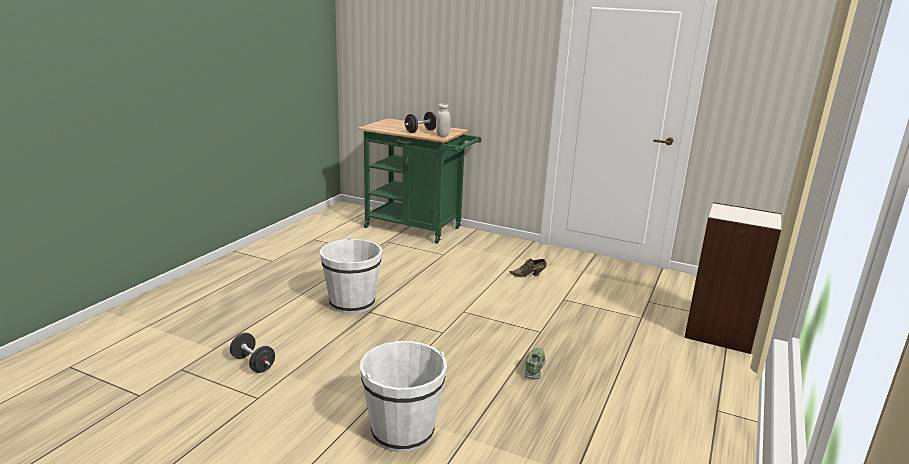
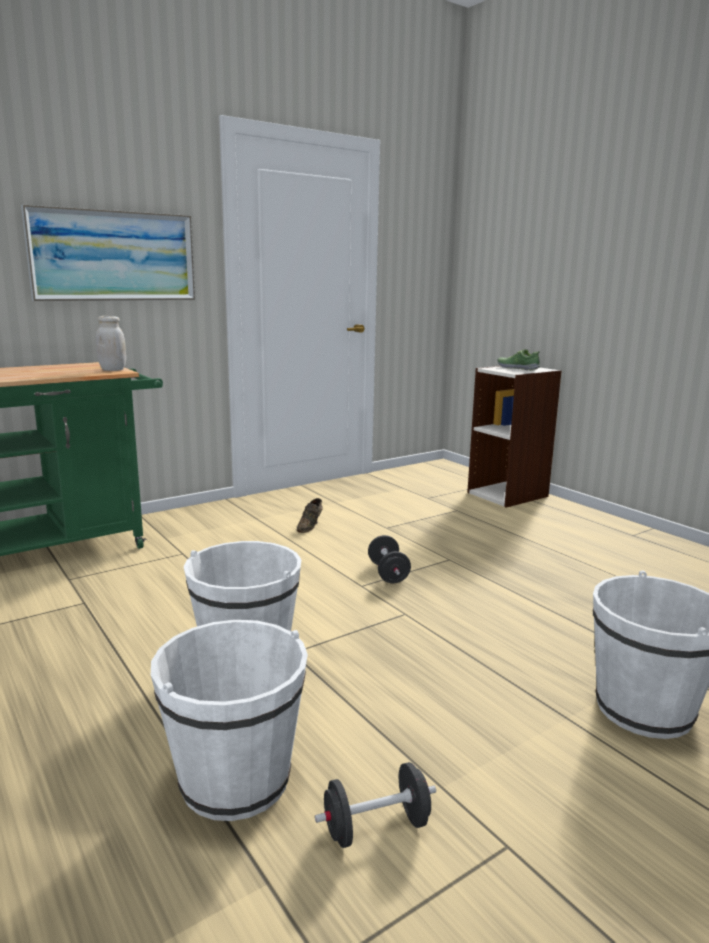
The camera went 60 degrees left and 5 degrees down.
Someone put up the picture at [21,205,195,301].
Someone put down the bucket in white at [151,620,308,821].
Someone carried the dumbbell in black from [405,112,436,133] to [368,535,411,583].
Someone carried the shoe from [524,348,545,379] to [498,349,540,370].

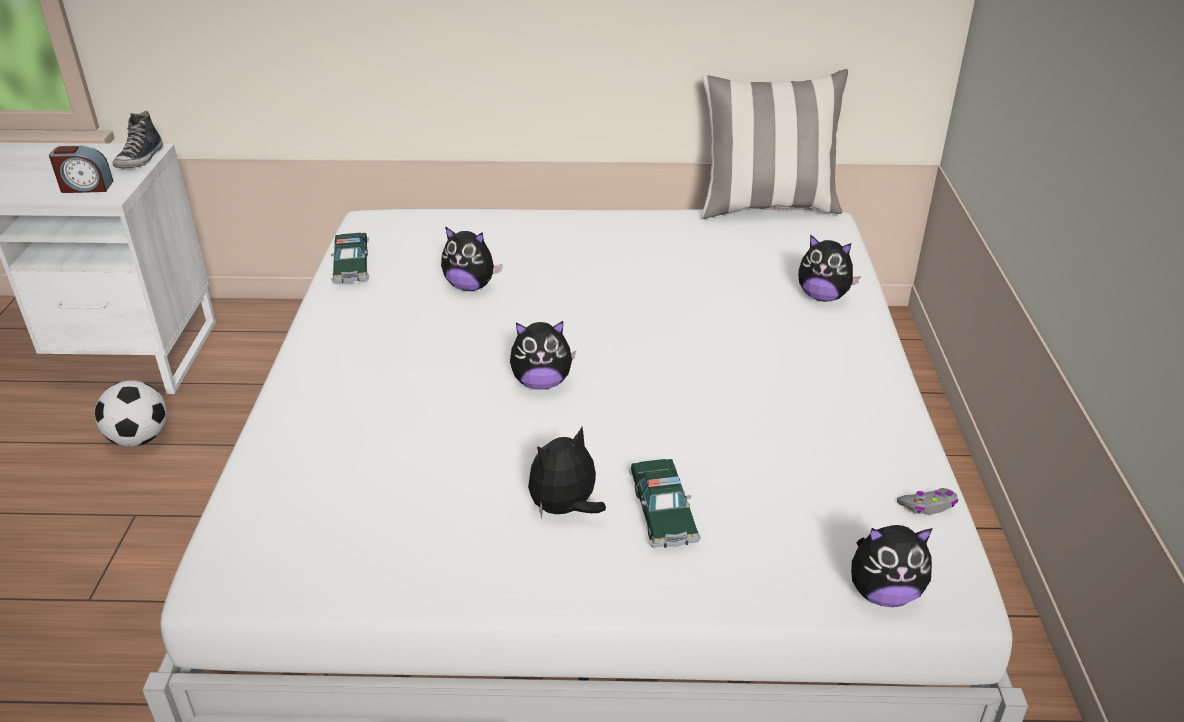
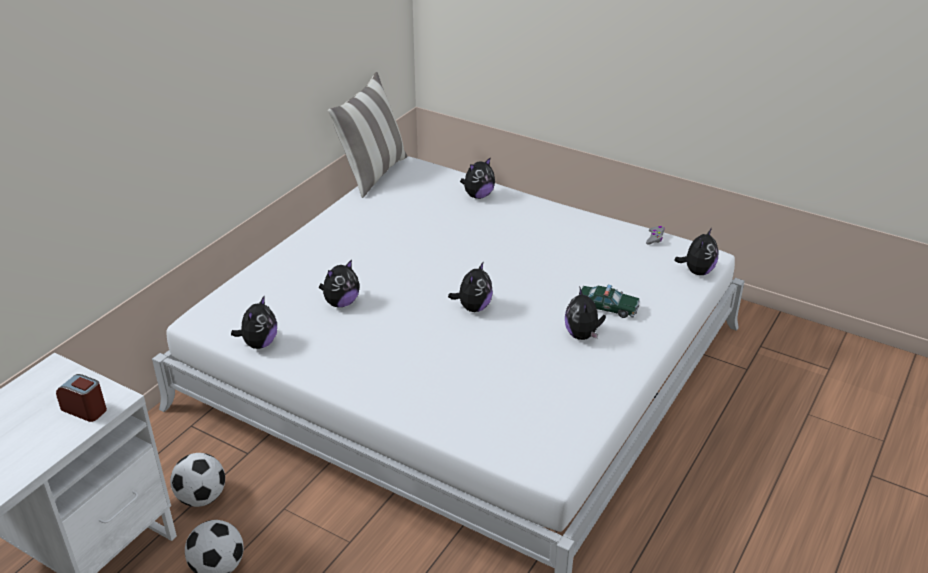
The camera went 60 degrees left and 0 degrees up.
Someone took away the shoe at [113,111,163,168].
Someone put down the football at [170,453,225,507].
Someone swapped the toy car at [331,233,369,283] for the plush toy at [231,295,277,349].
Someone rotated the alarm clock at [49,146,113,193] by 90 degrees counterclockwise.

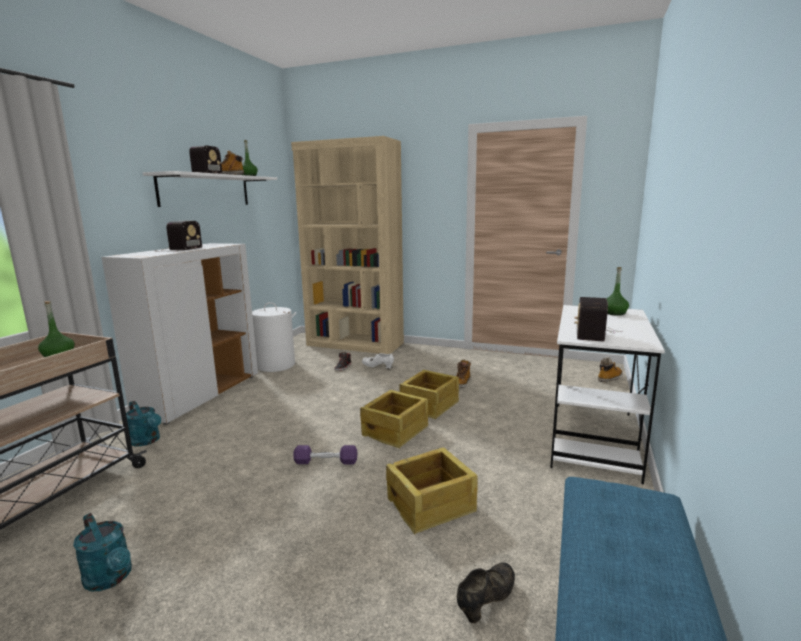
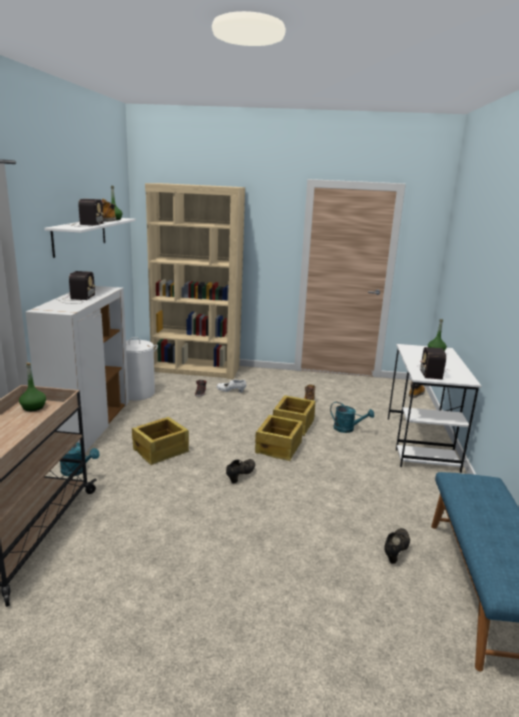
The camera went 15 degrees left and 5 degrees up.
Someone carried the watering can in turquoise from [73,513,132,591] to [330,402,374,433].
Someone carried the crate from [386,447,478,535] to [132,417,189,465].
Someone swapped the dumbbell in purple at [293,445,357,464] for the shoe in black at [226,459,255,483].

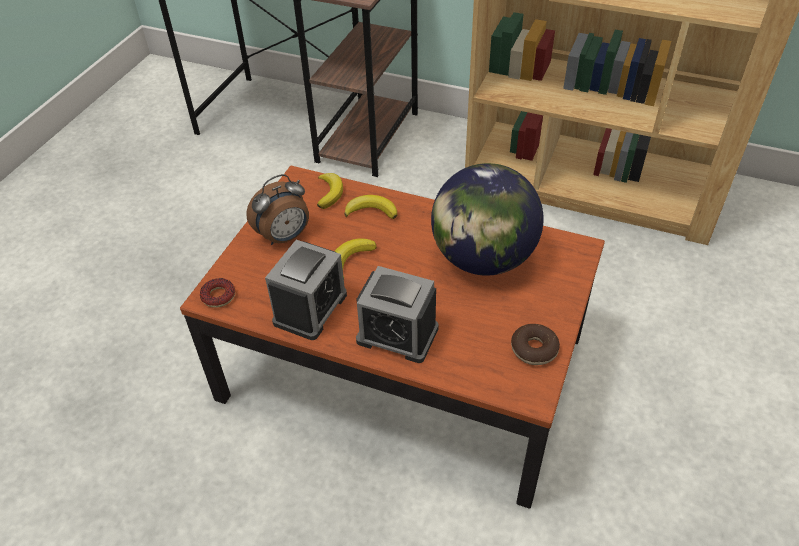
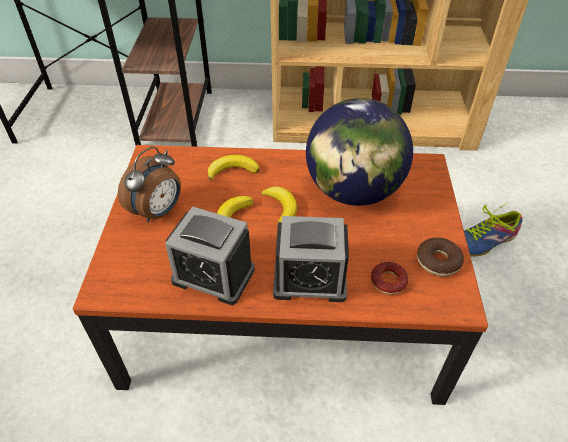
The camera went 20 degrees left and 0 degrees up.
Someone put down the shoe at [464,202,522,257].
Someone carried the donut from [200,278,235,308] to [371,262,408,294].
Someone carried the banana from [317,173,343,209] to [261,187,297,222].
Someone rotated the alarm clock at [265,240,347,340] by 105 degrees clockwise.

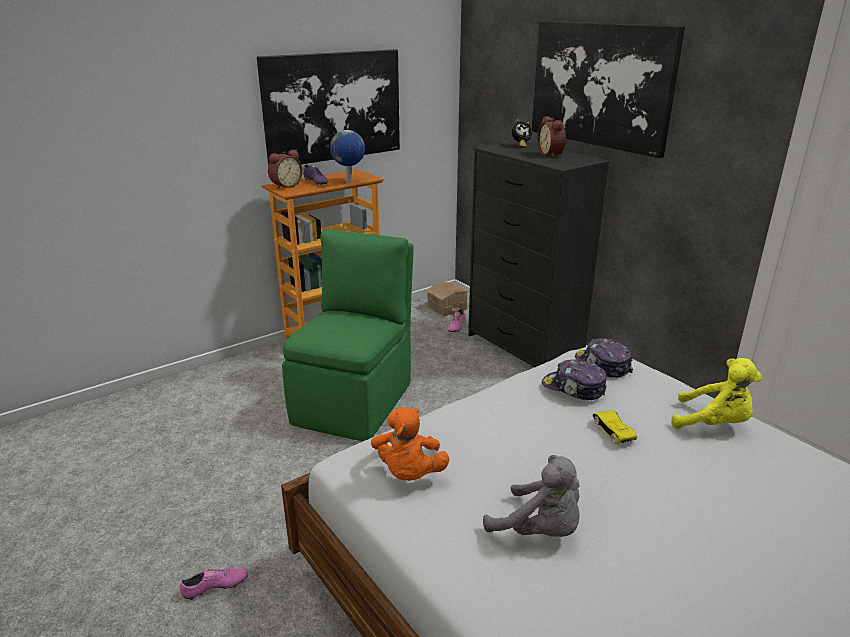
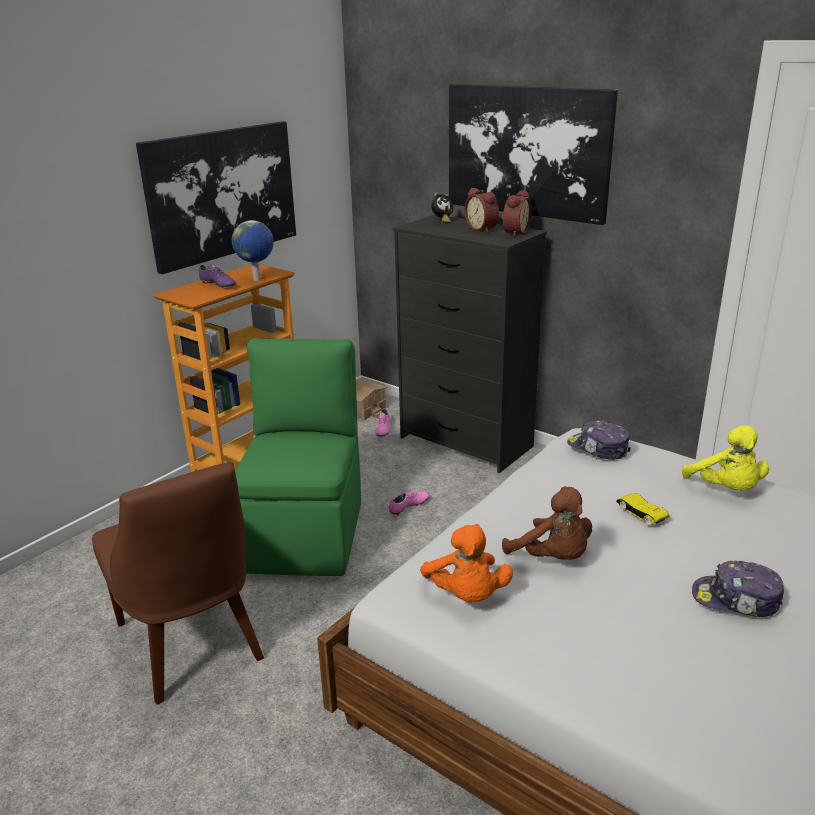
The camera went 15 degrees left and 0 degrees up.
Someone took away the plush toy in grey at [483,455,580,537].
Someone put down the chair in brown at [92,462,264,705].
Someone put down the plush toy in brown at [502,486,592,560].
Someone carried the shoe in pink from [180,568,248,600] to [389,491,429,515].
Someone carried the alarm clock from [268,150,303,189] to [502,190,532,237].
Someone carried the cap from [542,359,607,400] to [692,561,784,617].
Someone rotated the plush toy in yellow at [671,358,762,429] by 60 degrees clockwise.

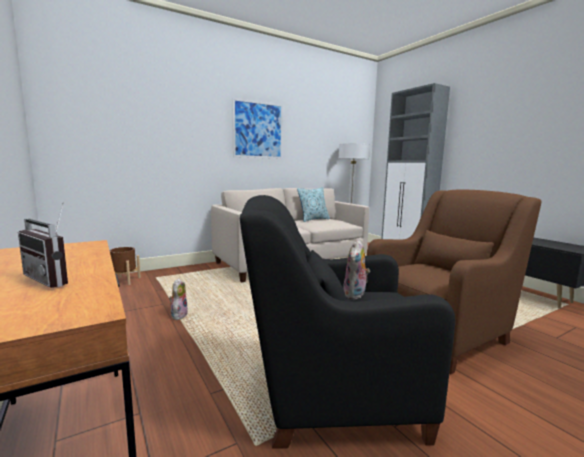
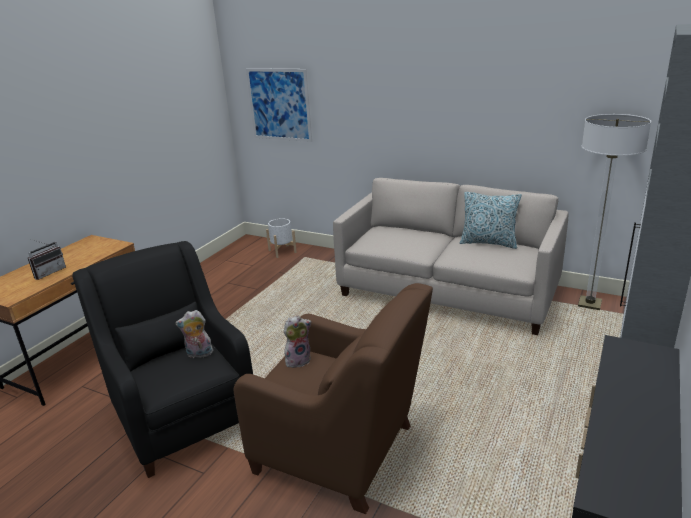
The camera went 60 degrees right and 15 degrees up.
Someone carried the plush toy from [169,278,188,320] to [283,315,311,368].
Someone carried the picture from [232,98,283,159] to [246,68,312,142].
Someone repainted the planter in brown at [109,247,141,285], which became the planter in white at [266,218,297,258].
Someone rotated the radio at [18,203,68,288] by 150 degrees counterclockwise.

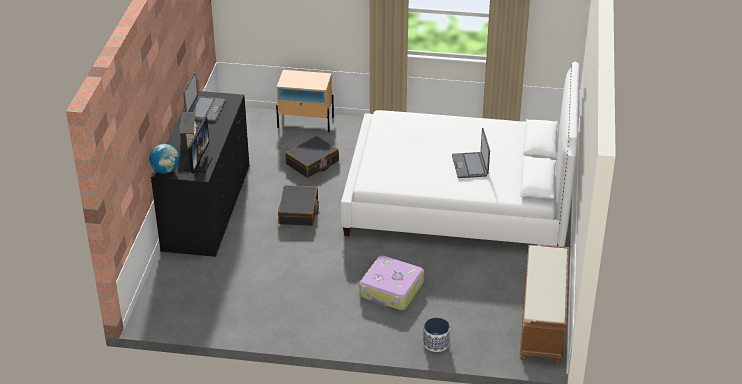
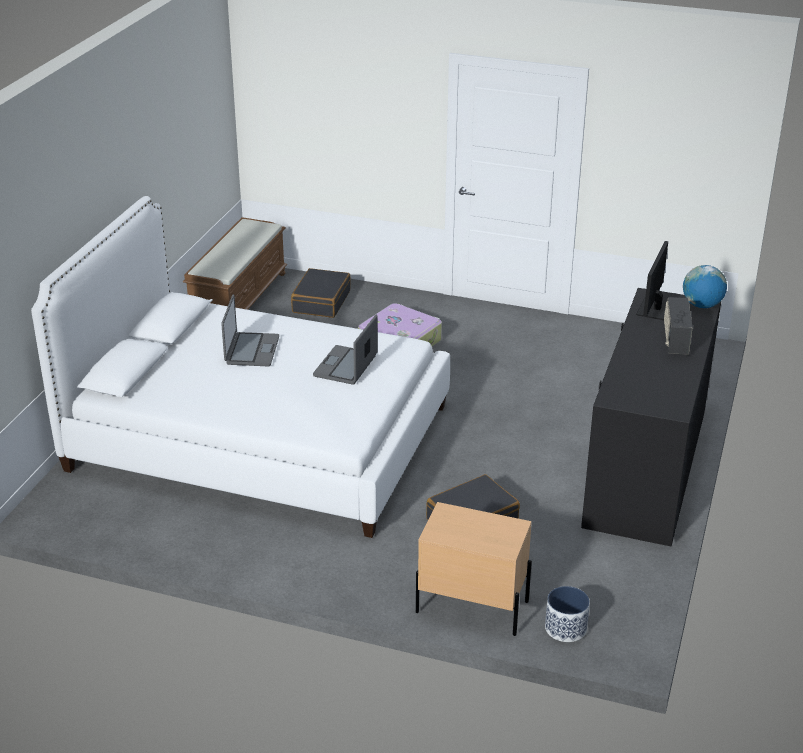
The camera went 170 degrees left and 5 degrees down.
Someone carried the laptop from [183,72,226,122] to [313,315,378,385].
Someone carried the suitcase in black from [278,185,319,226] to [291,268,351,318].
Someone carried the planter from [423,318,450,352] to [545,586,590,642].

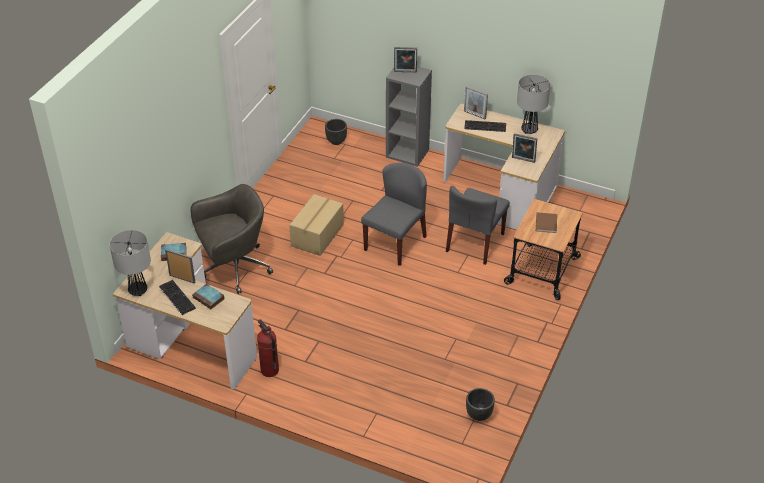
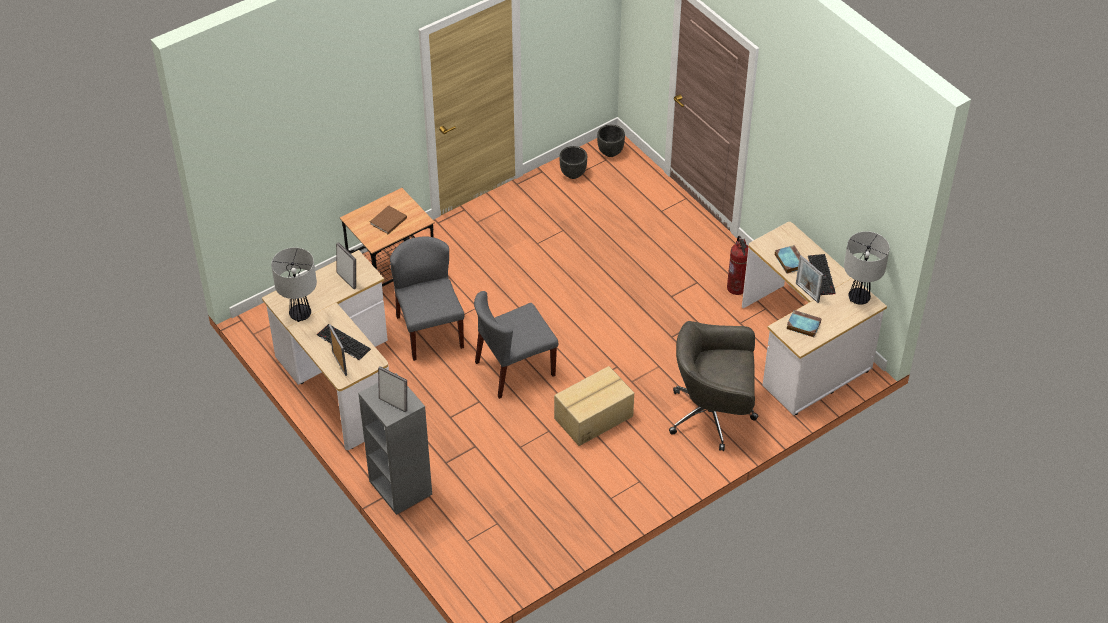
The camera went 150 degrees left and 5 degrees up.
Someone carried the planter in black from [325,119,347,145] to [597,125,625,157].
Someone rotated the chair in grey at [446,186,510,265] by 75 degrees counterclockwise.

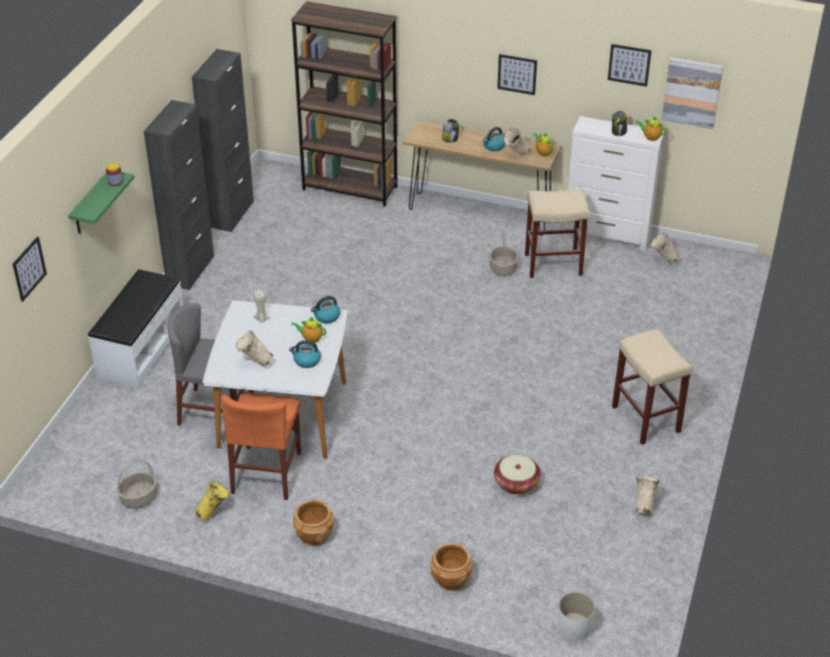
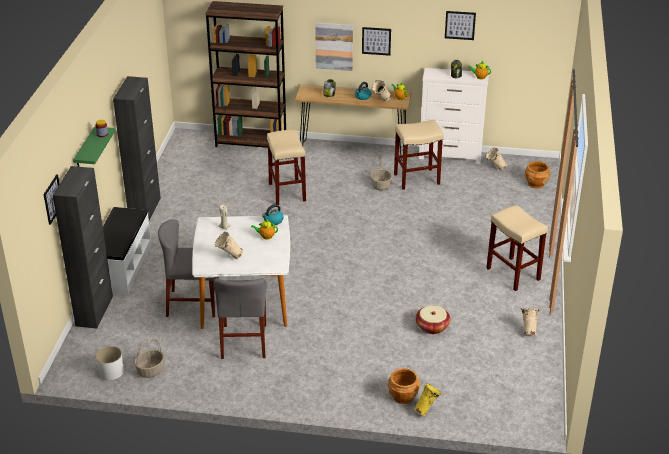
The camera went 10 degrees left and 5 degrees down.
Someone took away the kettle at [289,340,321,368].
Someone put down the stool in beige at [267,130,306,205].
Someone carried the cabinet in black from [192,49,254,232] to [53,166,113,329].
Someone carried the vase in yellow from [195,481,230,521] to [414,384,442,416].
Someone carried the planter in brown from [293,500,334,546] to [525,161,550,189].
Someone carried the planter in white from [557,592,595,641] to [96,346,124,380].
Someone carried the picture from [662,57,723,129] to [315,22,353,71].
Someone repainted the chair in orange at [221,392,301,500], which became the chair in grey at [214,278,267,359].

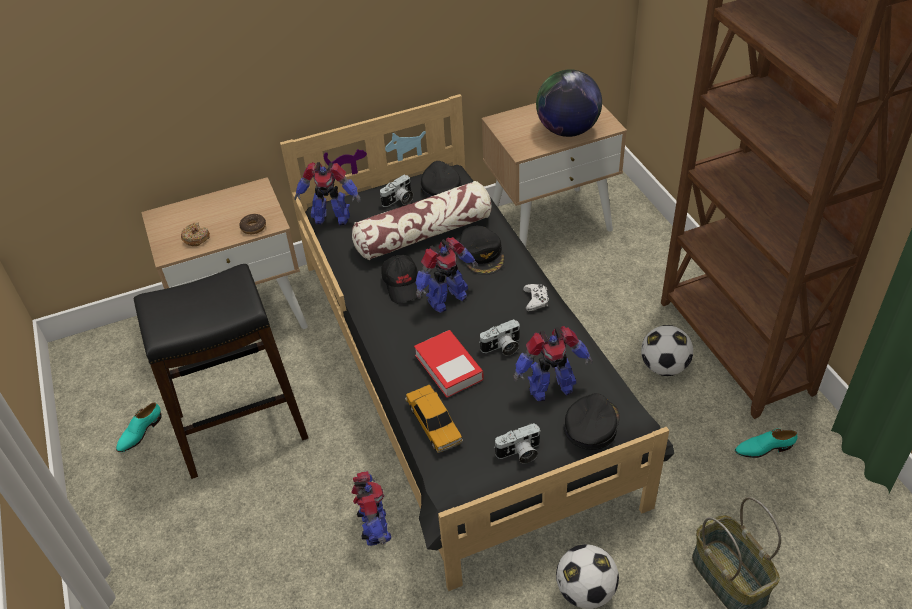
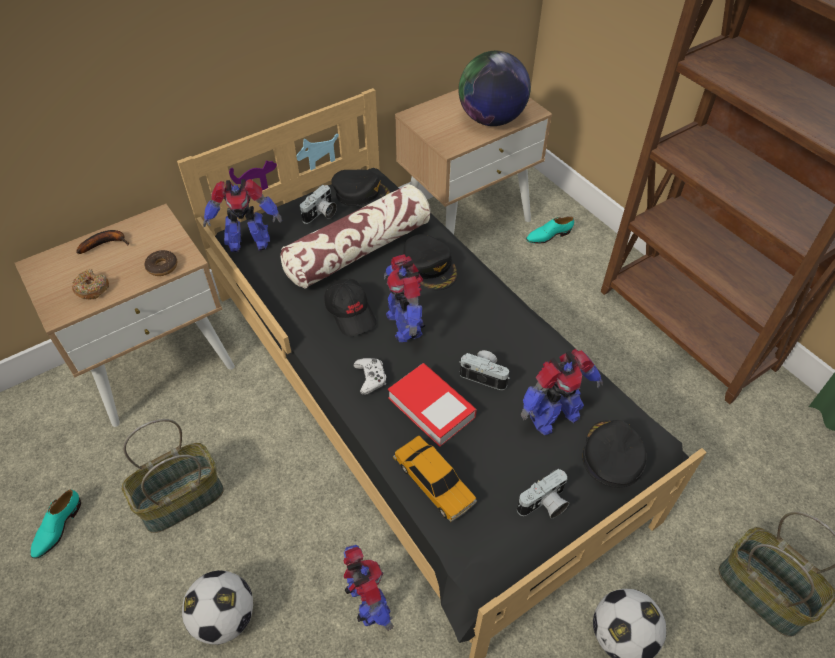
The camera went 15 degrees left and 5 degrees up.
Someone put down the banana at [76,230,130,254].
Someone carried the game controller in white from [523,284,549,311] to [353,358,386,395].
Someone carried the football from [641,325,693,376] to [182,570,253,645].
Someone carried the shoe in turquoise from [735,429,798,458] to [526,217,574,243].
Someone swapped the stool in black at [134,264,308,479] for the basket at [122,419,224,533].
Someone rotated the toy robot at [415,237,478,313] by 120 degrees clockwise.
Someone rotated the cap in black at [421,161,461,198] by 135 degrees clockwise.
Someone rotated the photo camera at [479,319,520,356] by 120 degrees counterclockwise.

